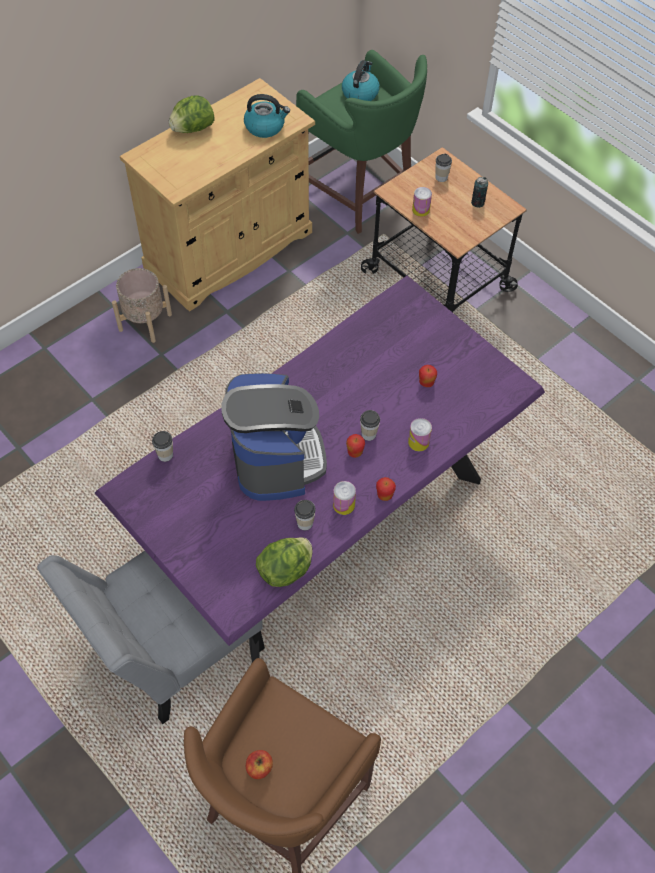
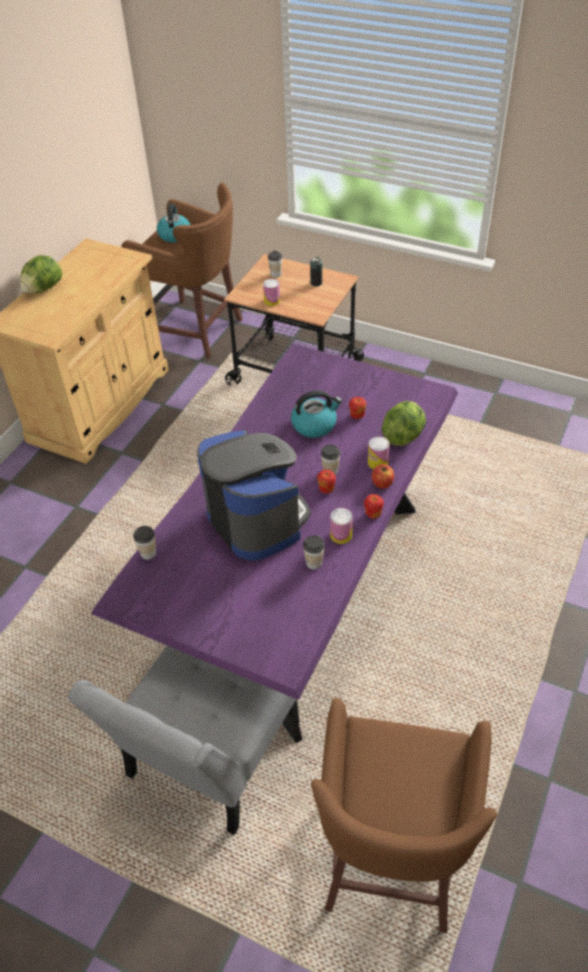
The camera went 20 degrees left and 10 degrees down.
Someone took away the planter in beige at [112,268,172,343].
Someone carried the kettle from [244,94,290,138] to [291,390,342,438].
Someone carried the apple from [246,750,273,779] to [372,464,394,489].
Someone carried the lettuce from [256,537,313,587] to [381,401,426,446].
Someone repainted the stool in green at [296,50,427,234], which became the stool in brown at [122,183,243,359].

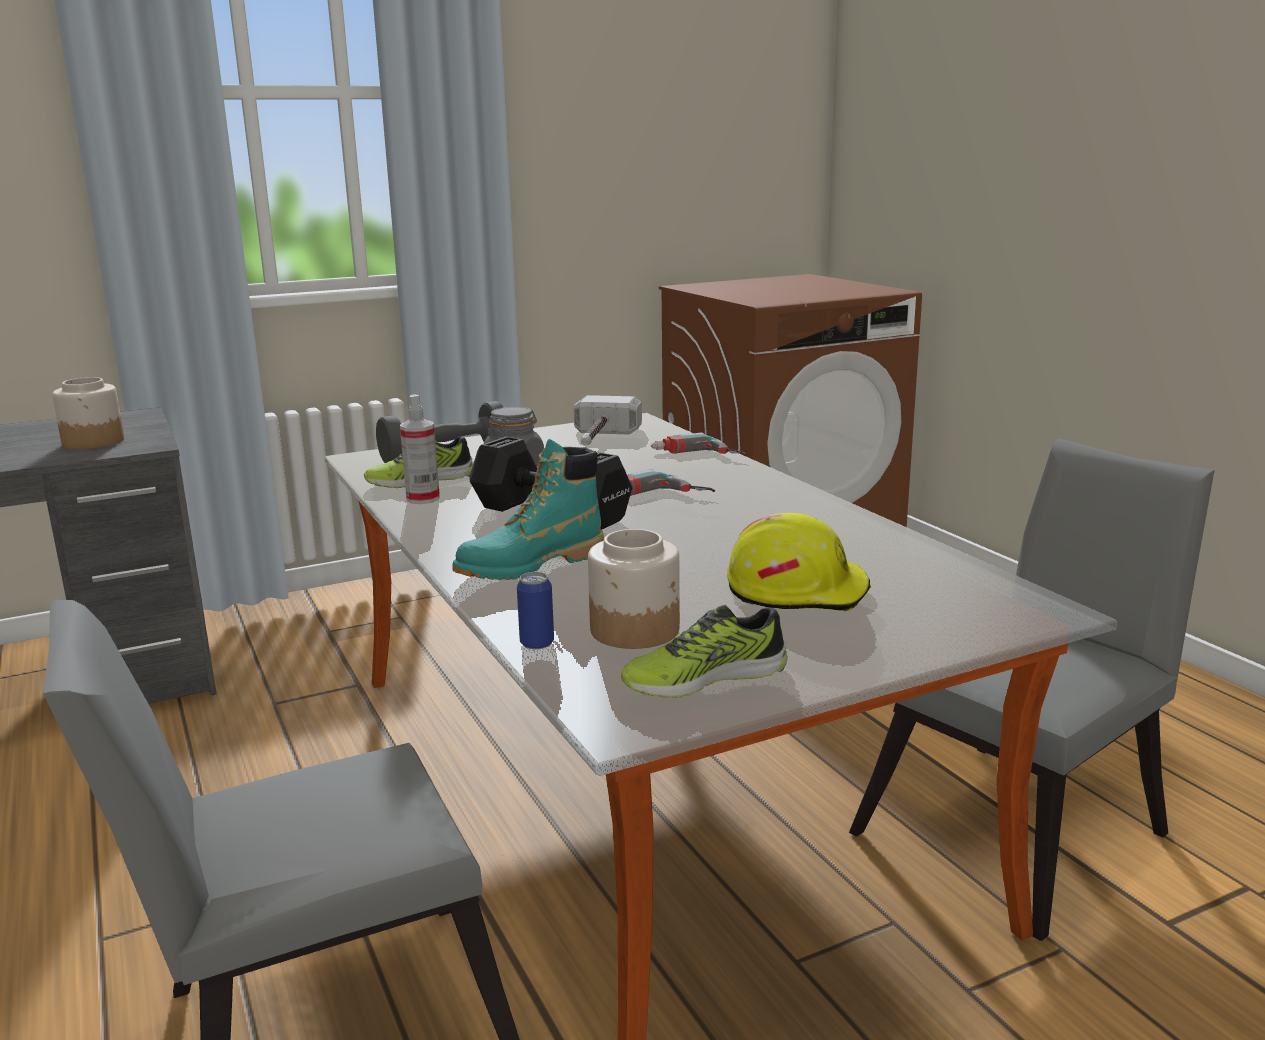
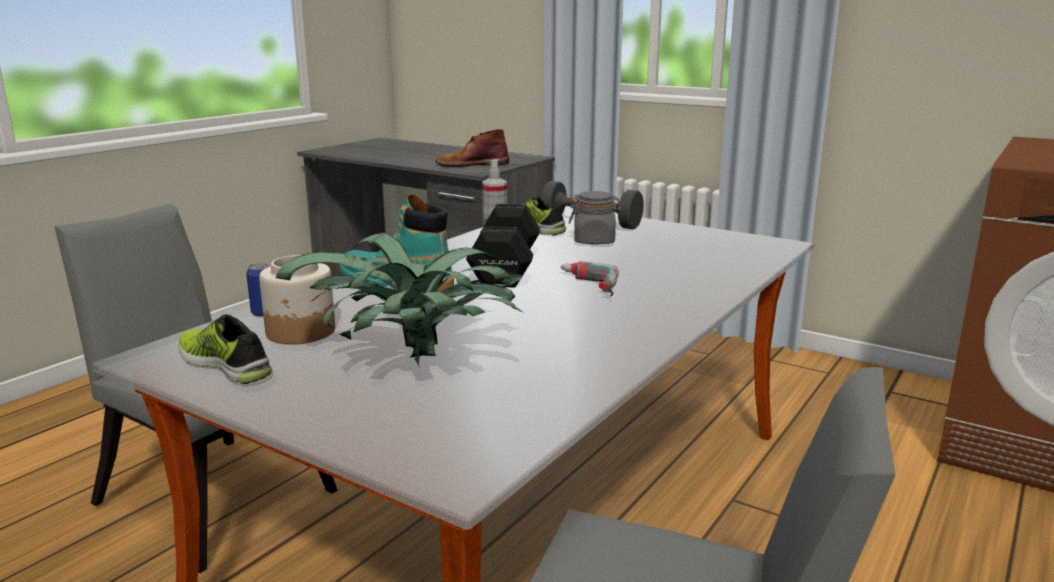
The camera went 60 degrees right and 0 degrees up.
Someone took away the hammer at [574,395,642,446].
Someone took away the power drill at [651,433,746,456].
Someone swapped the jar at [52,377,124,450] for the boot in brown at [435,129,509,167].
Someone swapped the hard hat in yellow at [727,513,871,611] for the potted plant at [276,233,523,368].

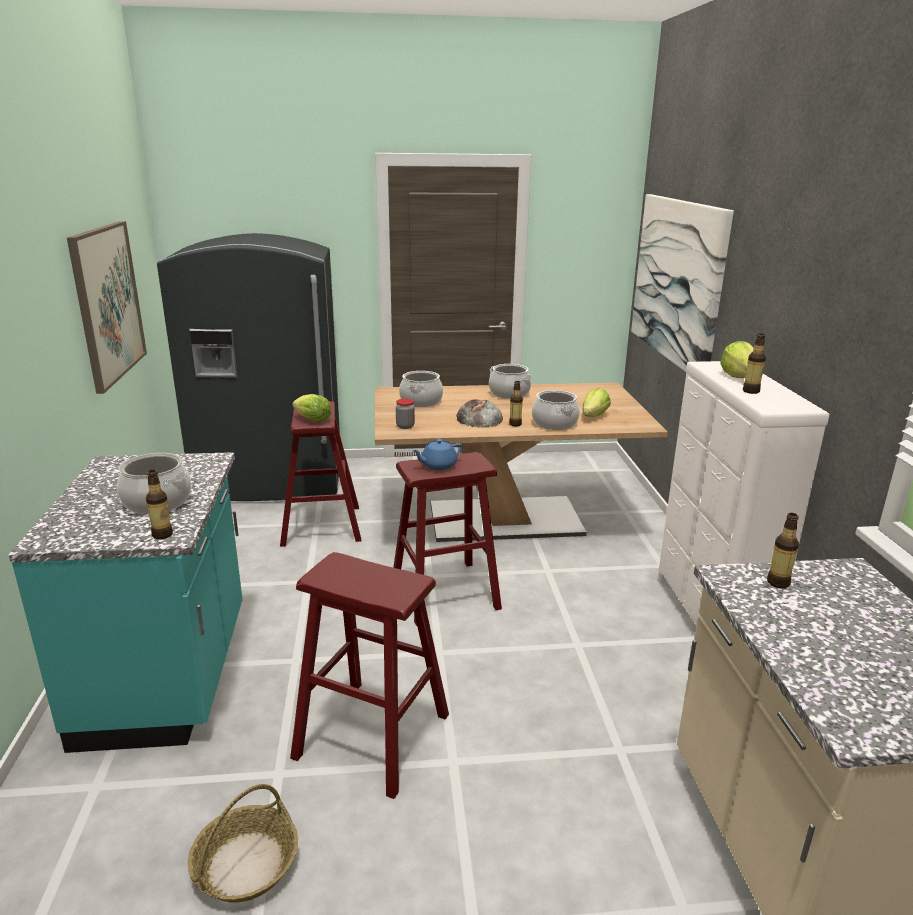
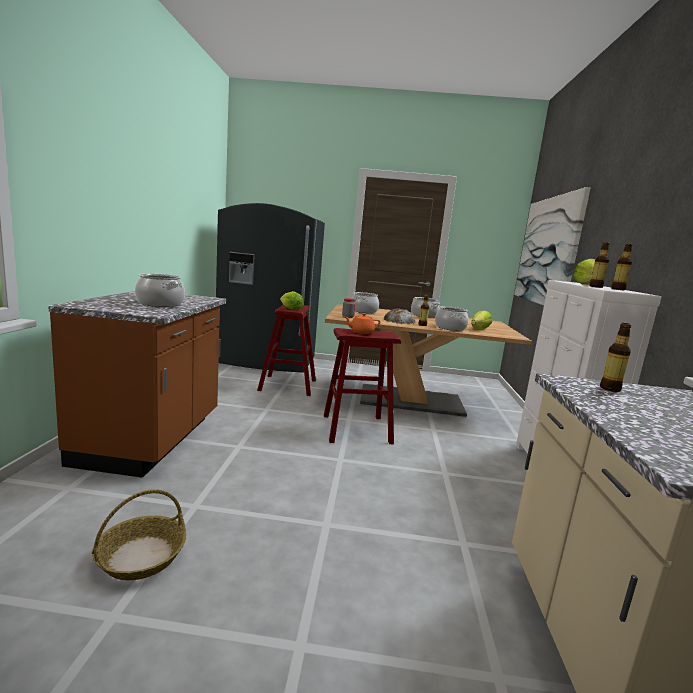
The camera went 10 degrees right and 10 degrees down.
Someone took away the picture at [67,221,147,394].
Someone took away the stool in red at [290,552,449,799].
Someone carried the bottle from [146,470,173,539] to [611,243,633,290].
Someone repainted the counter in turquoise at [9,452,243,753], which became the counter in brown at [48,291,226,478].
Someone repainted the teapot in blue at [412,439,463,470], which became the teapot in orange at [345,313,380,334].

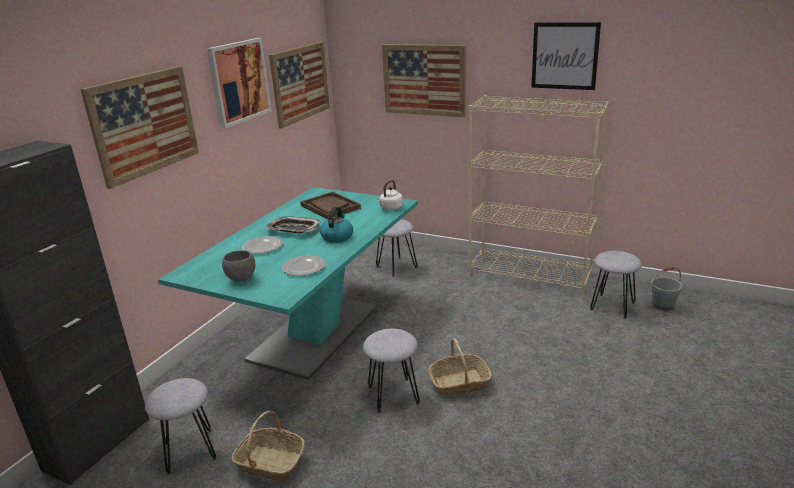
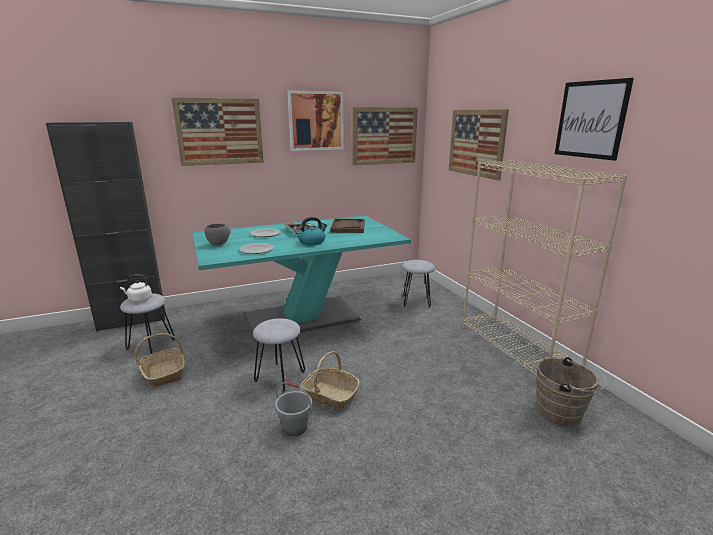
The camera went 40 degrees right and 5 degrees down.
Someone carried the kettle in white from [377,180,403,210] to [120,274,152,302].
Someone carried the bucket in grey from [650,267,683,310] to [275,382,312,436].
Someone swapped the stool in grey at [590,251,642,319] for the bucket in brown at [536,357,607,426].

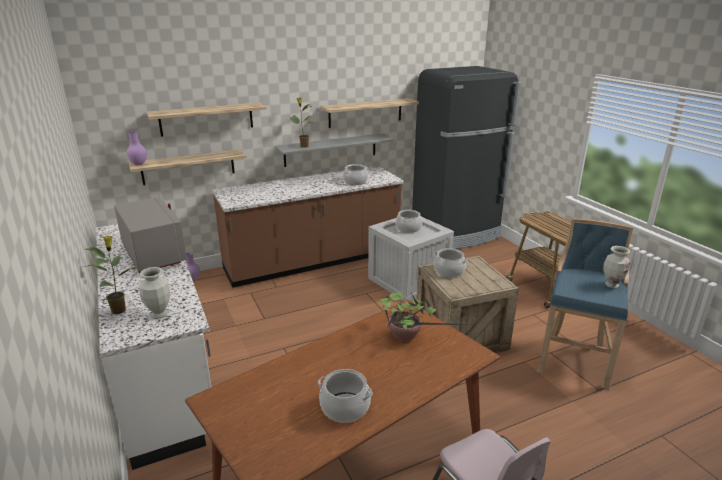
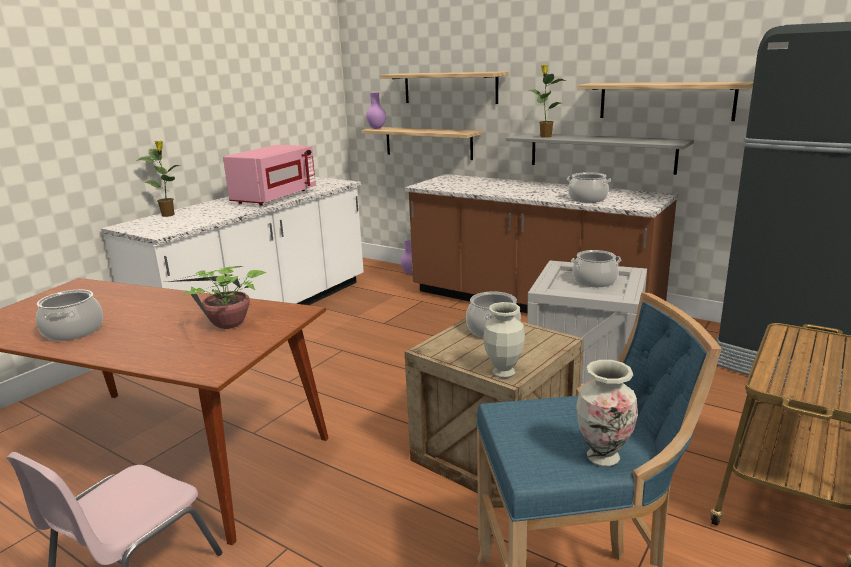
The camera went 60 degrees right and 5 degrees down.
Someone carried the vase from [139,267,170,319] to [483,302,525,378].
Someone repainted the microwave in grey at [114,197,187,273], which became the microwave in pink at [223,145,316,206].

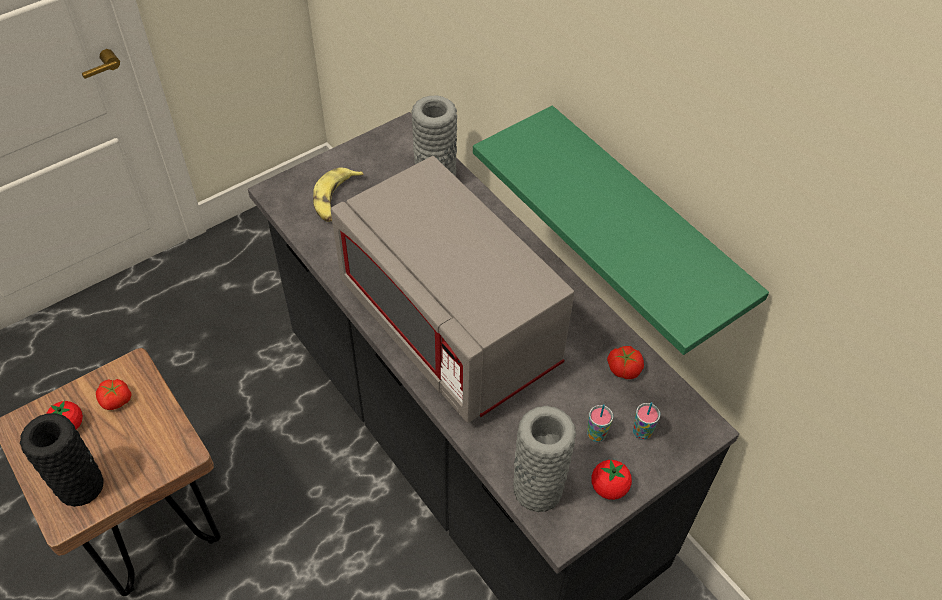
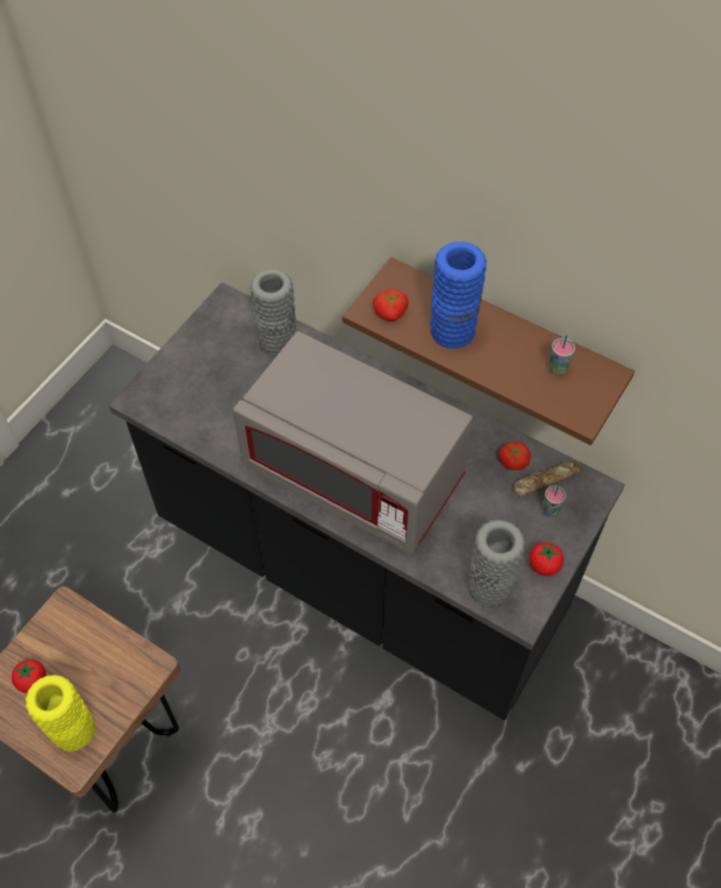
The camera went 20 degrees left and 5 degrees up.
Someone took away the banana at [313,167,364,222].
Someone put down the vase in blue at [430,242,487,349].
Someone put down the bread at [513,461,582,497].
Someone carried the tomato from [96,379,132,410] to [373,289,408,321].
Someone carried the cup from [587,404,613,442] to [549,334,575,375].
Someone repainted the vase in black at [20,413,104,507], which became the vase in yellow at [25,675,95,752].
Someone repainted the shelf in green at [473,106,769,355], which became the shelf in brown at [342,257,635,445].

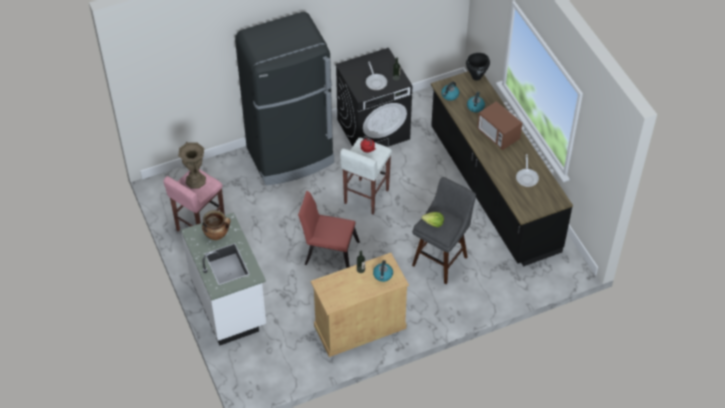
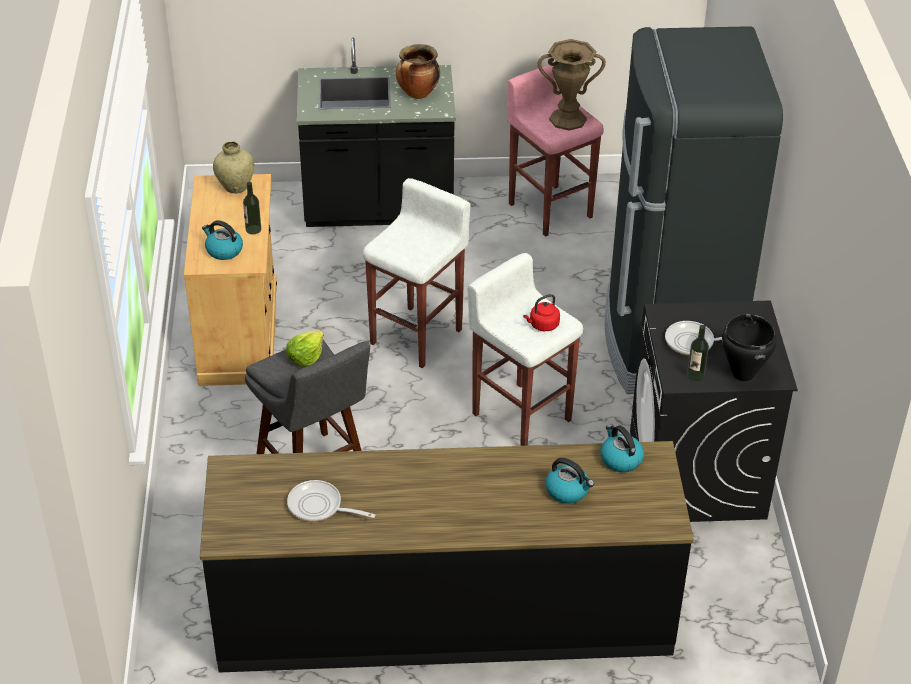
The camera went 110 degrees right and 10 degrees down.
Someone took away the microwave at [477,101,522,150].
Someone put down the vase in beige at [213,141,254,193].
Someone carried the cooking pot in black from [466,53,490,81] to [722,314,777,381].
Someone swapped the chair in red at [298,191,360,268] for the stool in white at [363,178,471,368].
Someone repainted the counter in white at [181,212,266,346], which became the counter in black at [297,37,456,227].

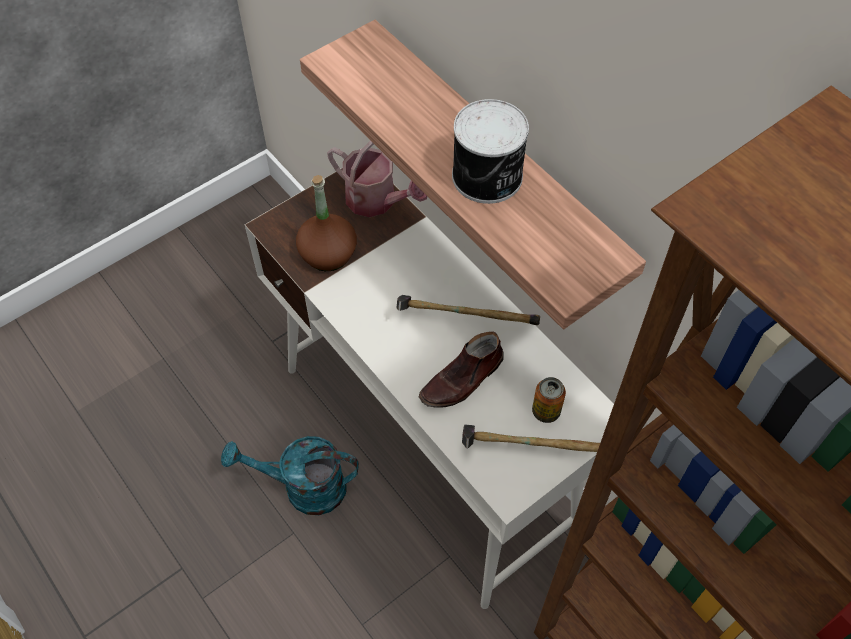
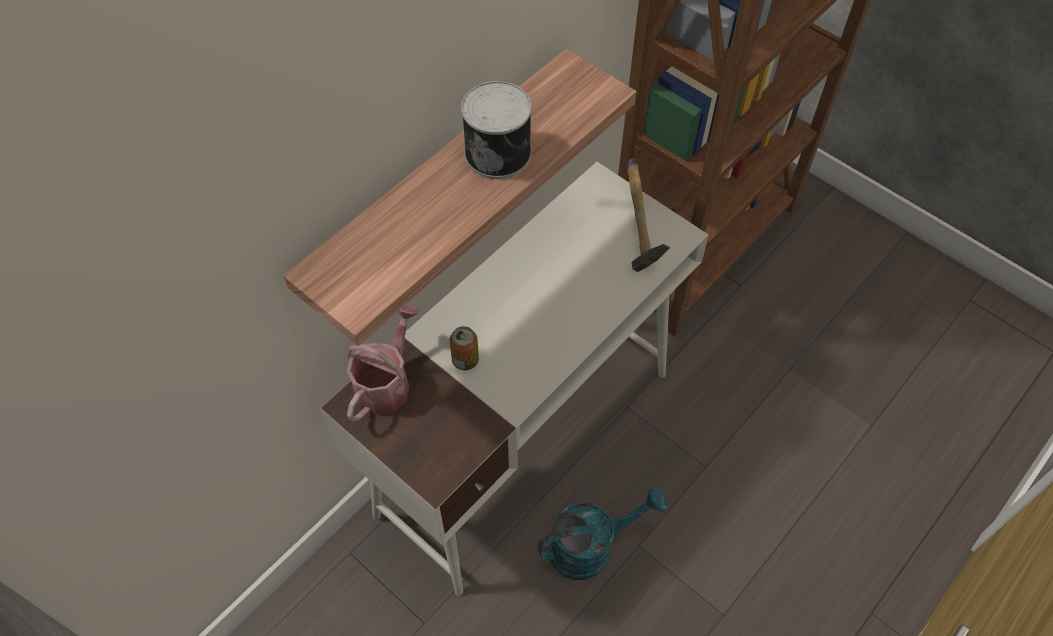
The camera went 100 degrees left and 0 degrees up.
Someone took away the bottle in brown at [296,175,357,271].
Someone took away the hammer at [396,295,540,325].
Someone took away the shoe in brown at [419,332,504,408].
Someone carried the can from [532,377,566,423] to [450,326,479,370].
Someone rotated the watering can in turquoise at [221,436,359,515] by 105 degrees counterclockwise.

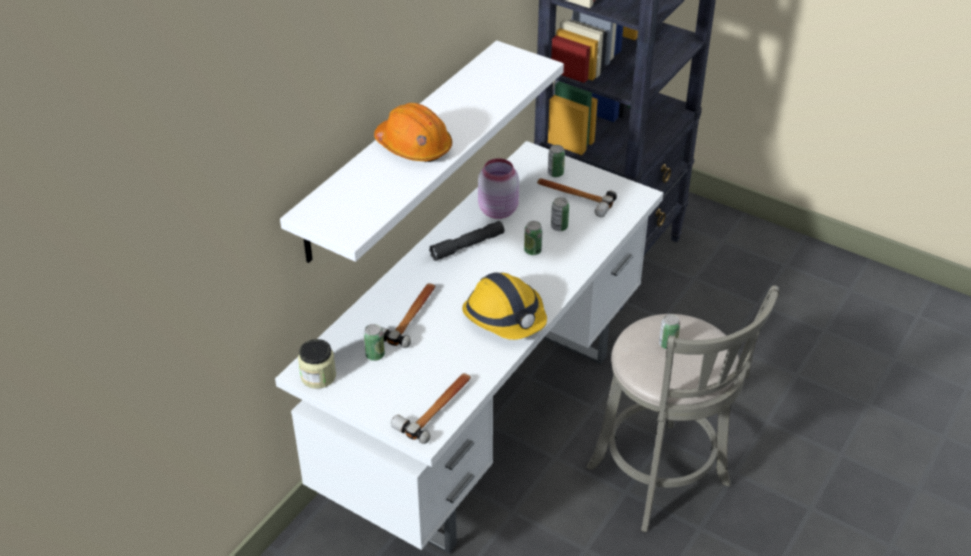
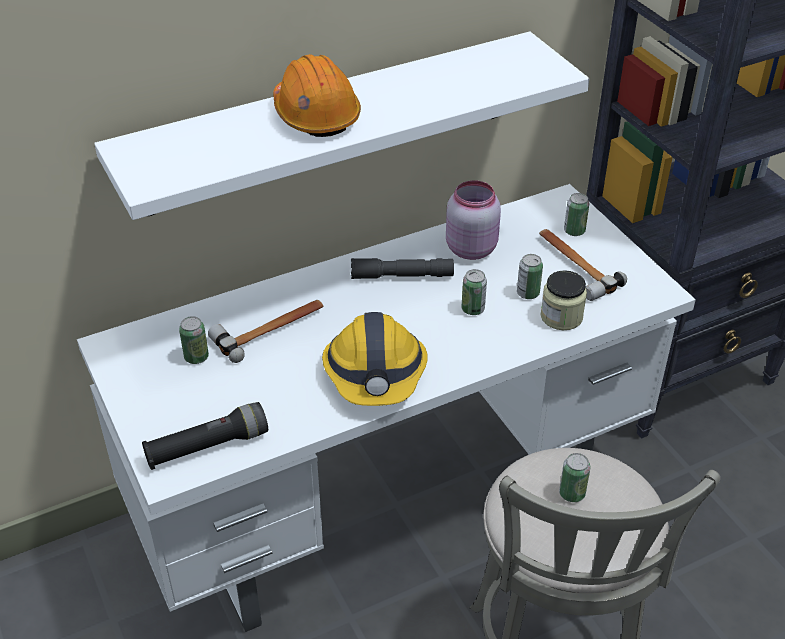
The camera went 30 degrees right and 0 degrees up.
Someone carried the jar from [298,339,336,389] to [540,270,587,330].
Someone swapped the hammer at [391,373,471,444] for the flashlight in black at [142,402,268,470].

